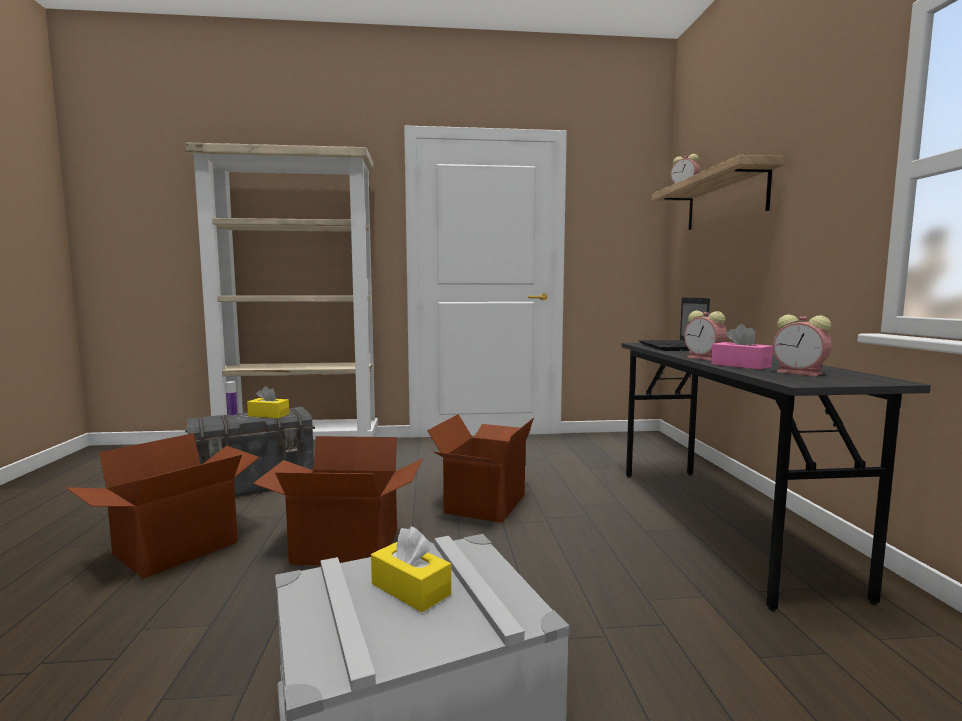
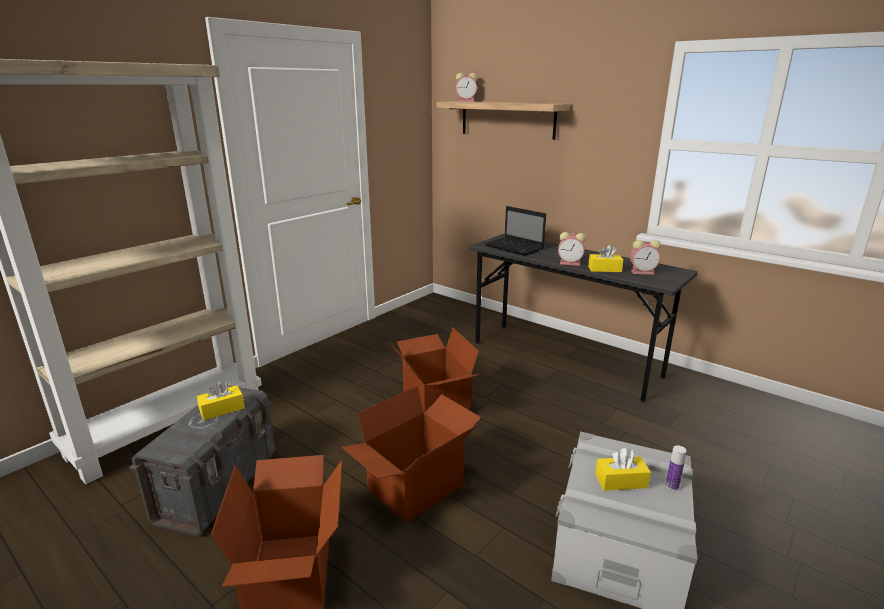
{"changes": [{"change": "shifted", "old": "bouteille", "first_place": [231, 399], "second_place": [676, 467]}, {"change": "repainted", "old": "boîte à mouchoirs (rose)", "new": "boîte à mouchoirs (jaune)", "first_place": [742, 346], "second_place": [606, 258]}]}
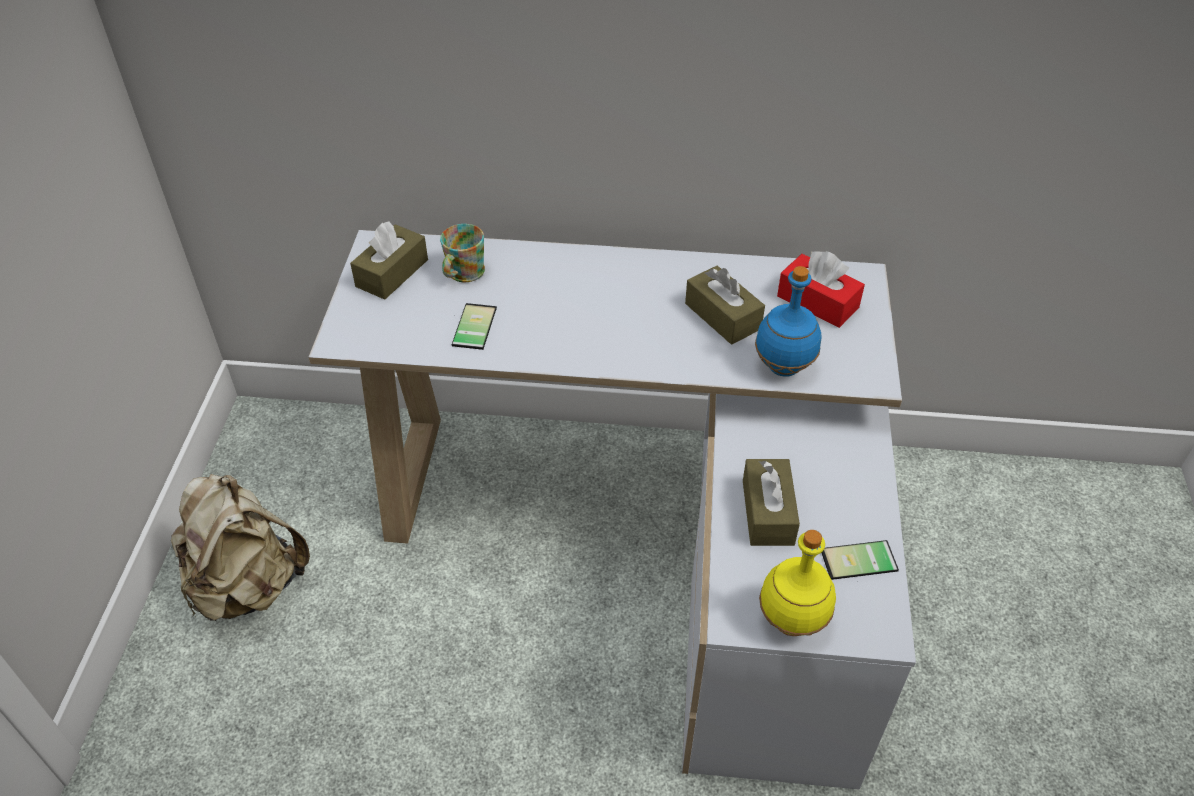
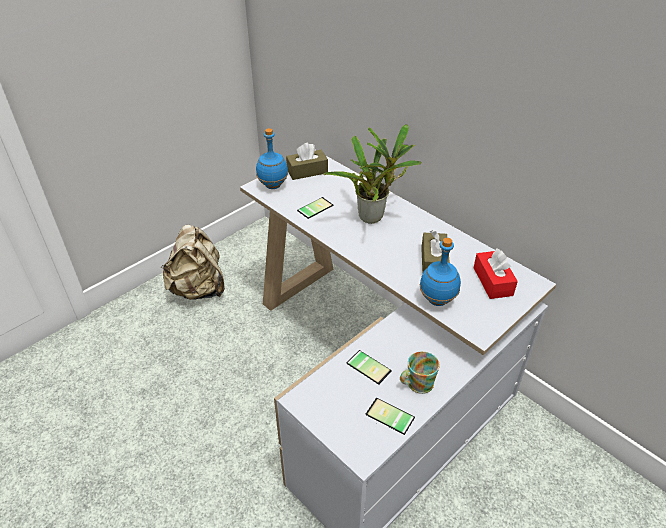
{"changes": [{"change": "shifted", "old": "mug", "first_place": [462, 253], "second_place": [420, 372]}, {"change": "swapped", "old": "boîte à mouchoirs (marron)", "new": "téléphone", "first_place": [771, 502], "second_place": [369, 367]}, {"change": "gone", "old": "bouteille (jaune)", "first_place": [797, 583]}, {"change": "new", "new": "bouteille (bleu)", "second_place": [272, 158]}, {"change": "new", "new": "plante en pot", "second_place": [372, 174]}]}
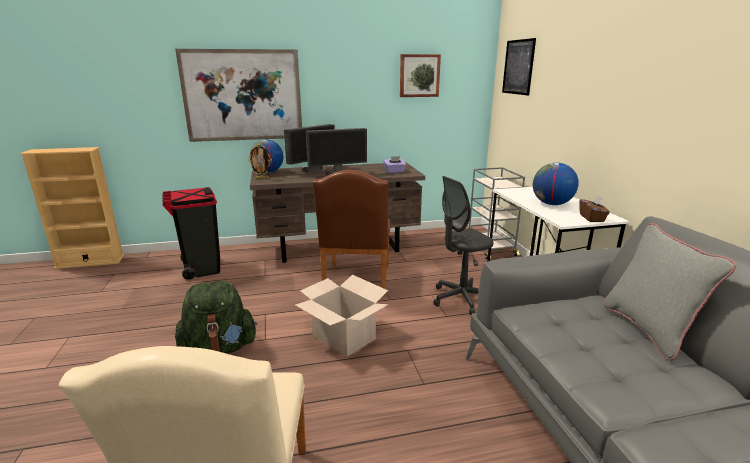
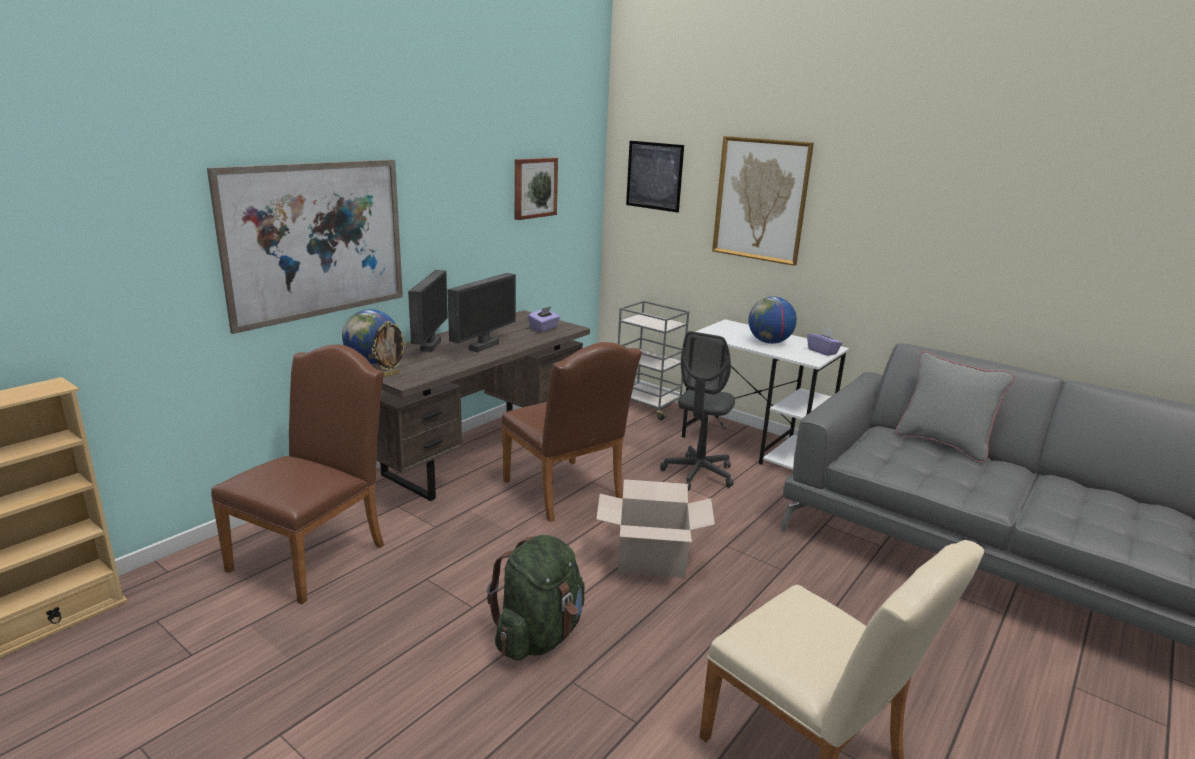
{"changes": [{"change": "swapped", "old": "poubelle (noir)", "new": "chaise (marron)", "first_place": [191, 233], "second_place": [297, 474]}, {"change": "repainted", "old": "boîte à mouchoirs (marron)", "new": "boîte à mouchoirs (violet)", "first_place": [594, 208], "second_place": [825, 341]}, {"change": "new", "new": "tableau", "second_place": [763, 201]}]}
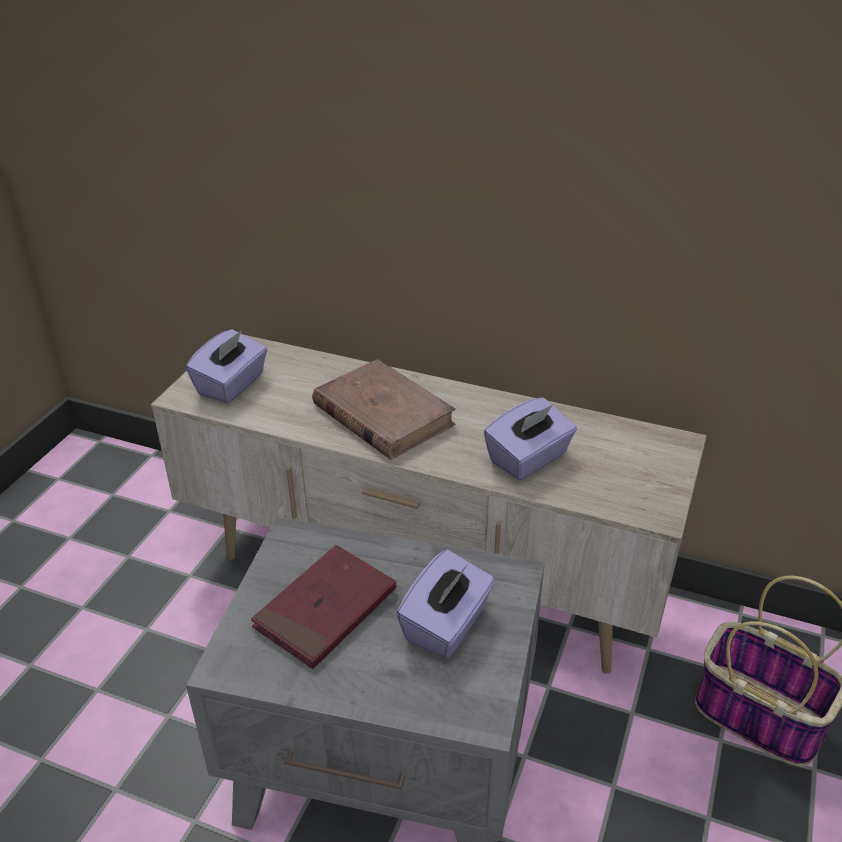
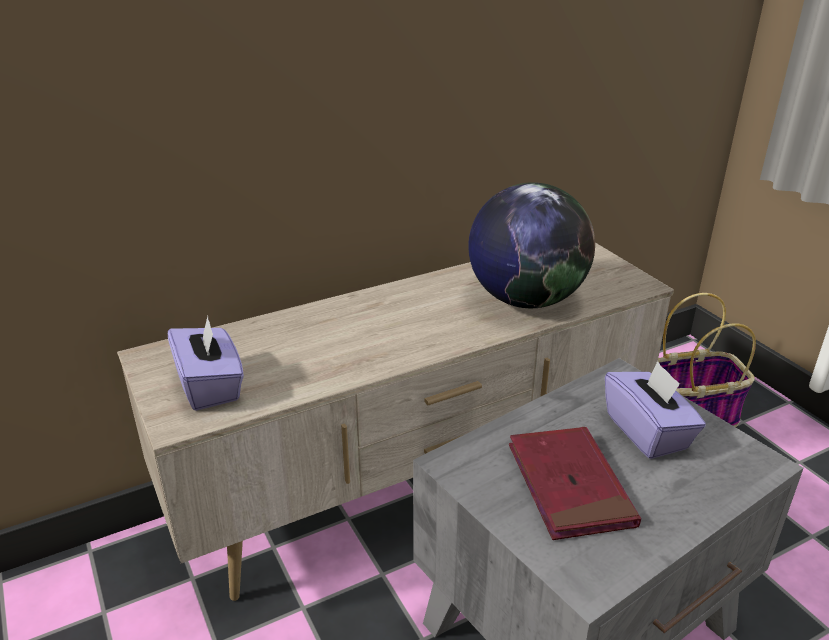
{"changes": [{"change": "gone", "old": "livre (marron)", "first_place": [384, 409]}, {"change": "swapped", "old": "boîte à mouchoirs (violet)", "new": "globe", "first_place": [530, 438], "second_place": [531, 245]}]}
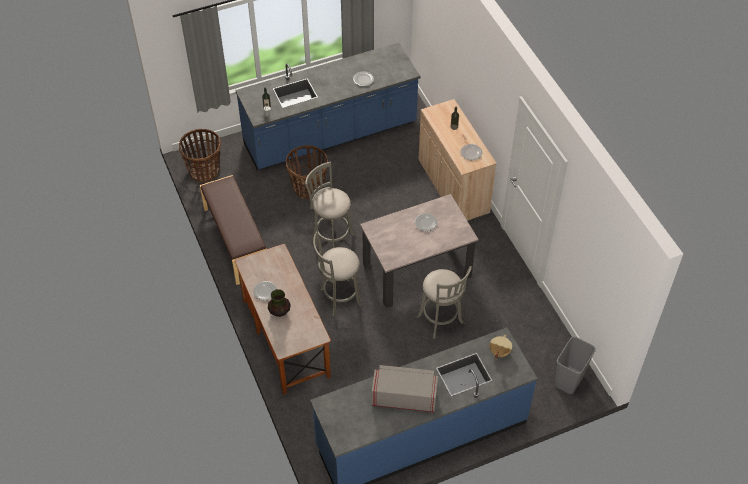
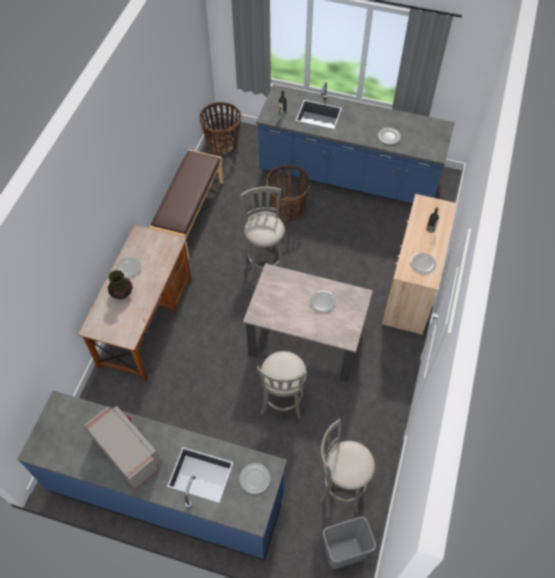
{"changes": [{"change": "shifted", "old": "tabouret (gris)", "first_place": [337, 274], "second_place": [348, 466]}, {"change": "swapped", "old": "marmite (beige)", "new": "assiette", "first_place": [501, 347], "second_place": [254, 478]}]}
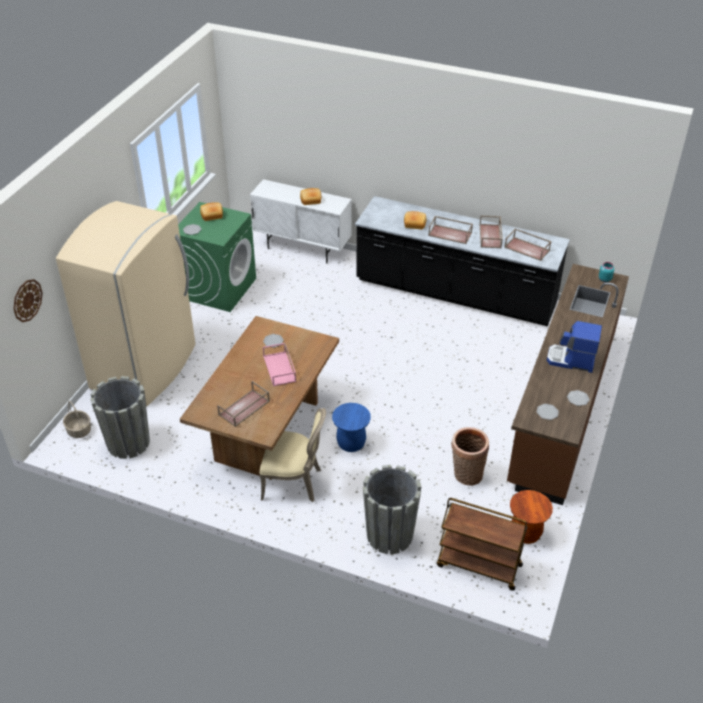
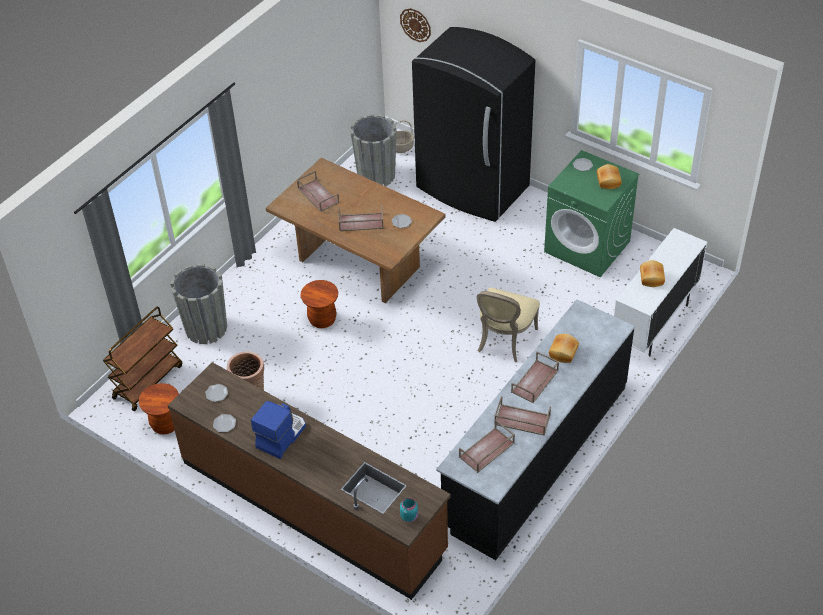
{"changes": [{"change": "repainted", "old": "réfrigérateur (beige)", "new": "réfrigérateur (noir)", "first_place": [126, 303], "second_place": [473, 124]}, {"change": "shifted", "old": "chaise (beige)", "first_place": [292, 455], "second_place": [508, 325]}, {"change": "repainted", "old": "plateau (rose)", "new": "plateau (marron)", "first_place": [279, 364], "second_place": [361, 217]}, {"change": "repainted", "old": "tabouret (bleu)", "new": "tabouret (marron)", "first_place": [351, 427], "second_place": [319, 304]}]}
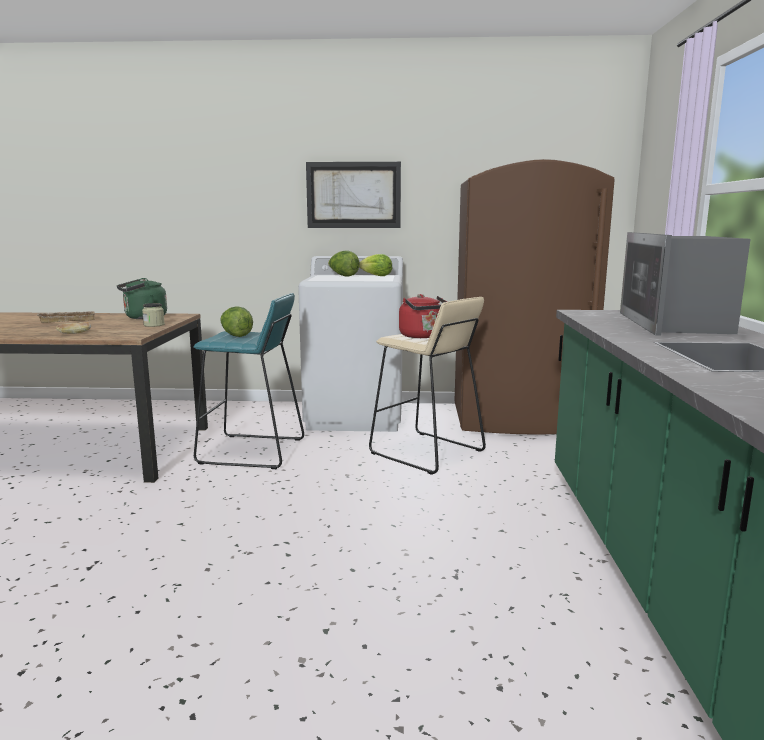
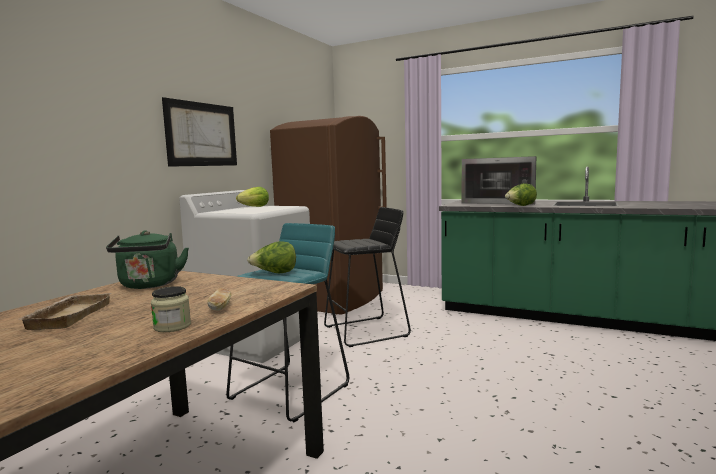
{"changes": [{"change": "shifted", "old": "bocal", "first_place": [153, 315], "second_place": [171, 309]}, {"change": "shifted", "old": "laitue", "first_place": [344, 263], "second_place": [521, 194]}, {"change": "repainted", "old": "tabouret (beige)", "new": "tabouret (noir)", "first_place": [427, 386], "second_place": [367, 277]}, {"change": "gone", "old": "bouilloire (rouge)", "first_place": [423, 316]}]}
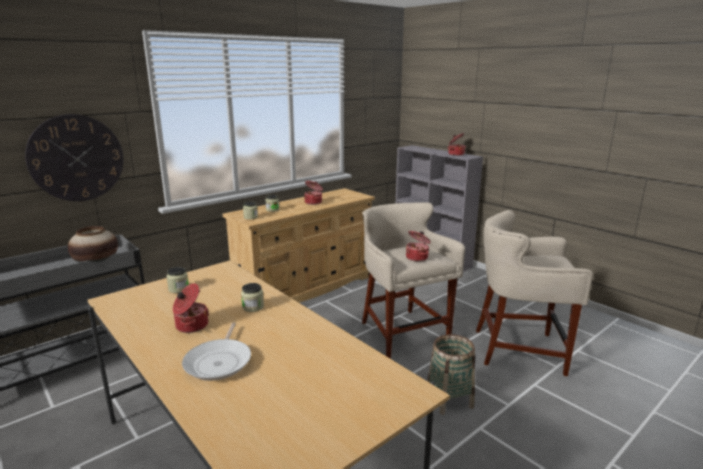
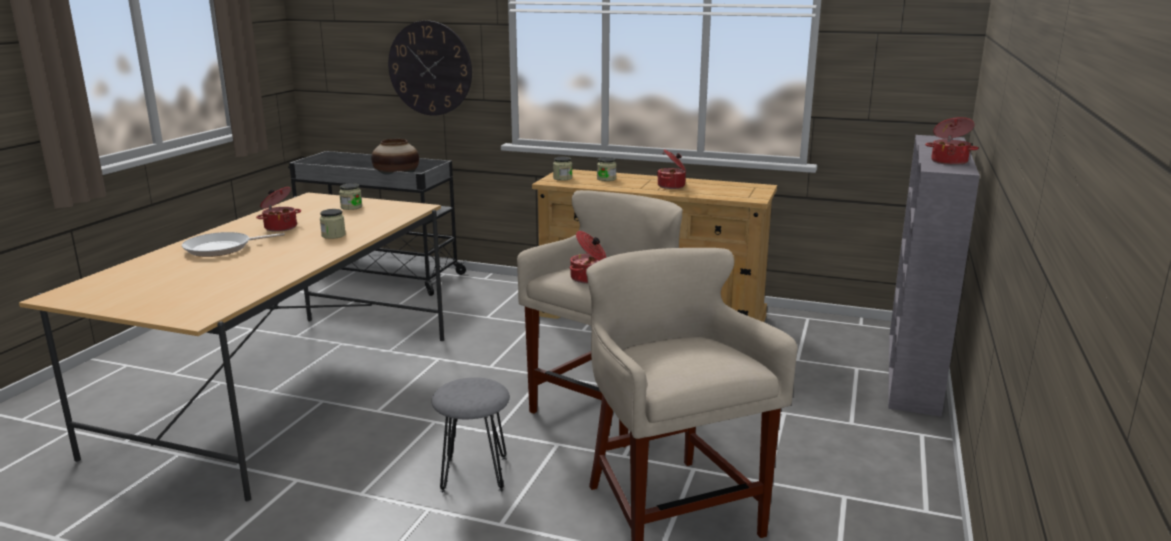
{"changes": [{"change": "swapped", "old": "panier", "new": "tabouret (gris)", "first_place": [451, 374], "second_place": [471, 435]}]}
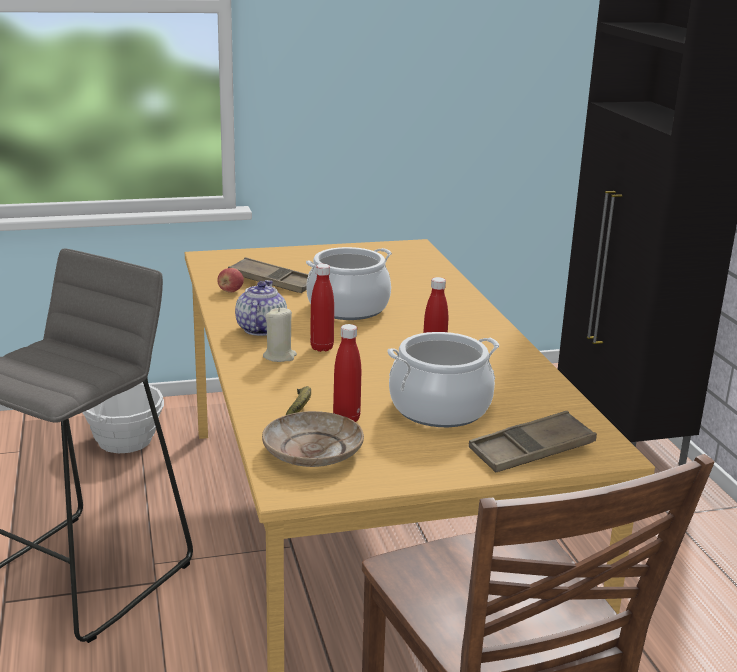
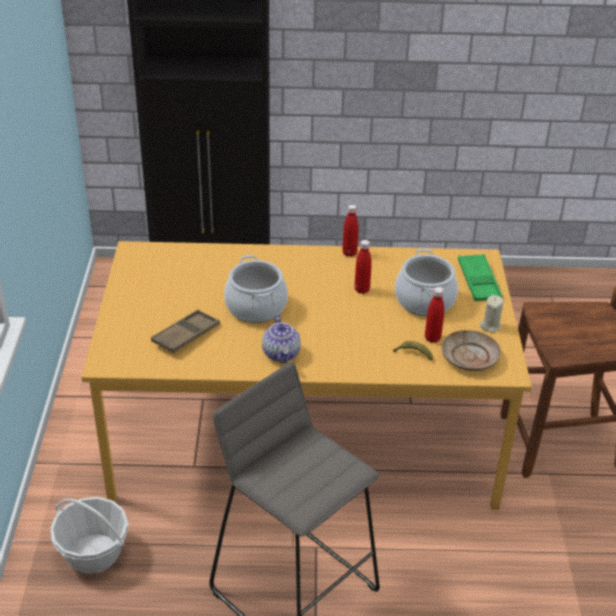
{"changes": [{"change": "gone", "old": "pomme", "first_place": [230, 280]}, {"change": "rotated", "old": "théière", "first_place": [261, 308], "second_place": [281, 339], "degrees": -120}, {"change": "shifted", "old": "bougie (beige)", "first_place": [280, 334], "second_place": [492, 314]}, {"change": "shifted", "old": "bouteille (rouge)", "first_place": [322, 308], "second_place": [350, 231]}, {"change": "repainted", "old": "plateau (marron)", "new": "plateau (vert)", "first_place": [533, 441], "second_place": [480, 277]}]}
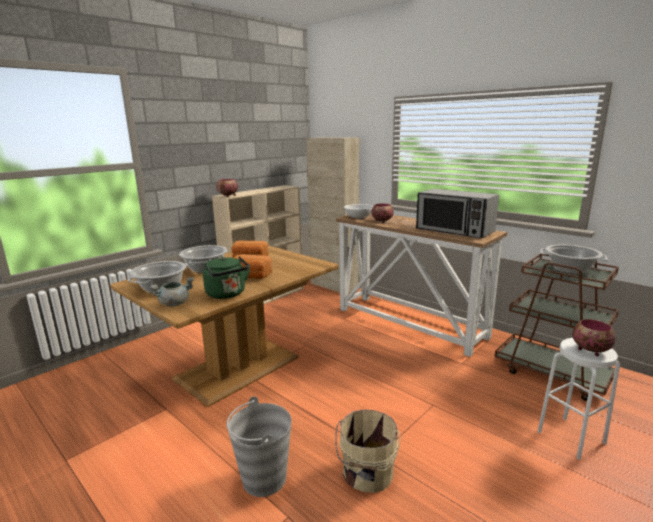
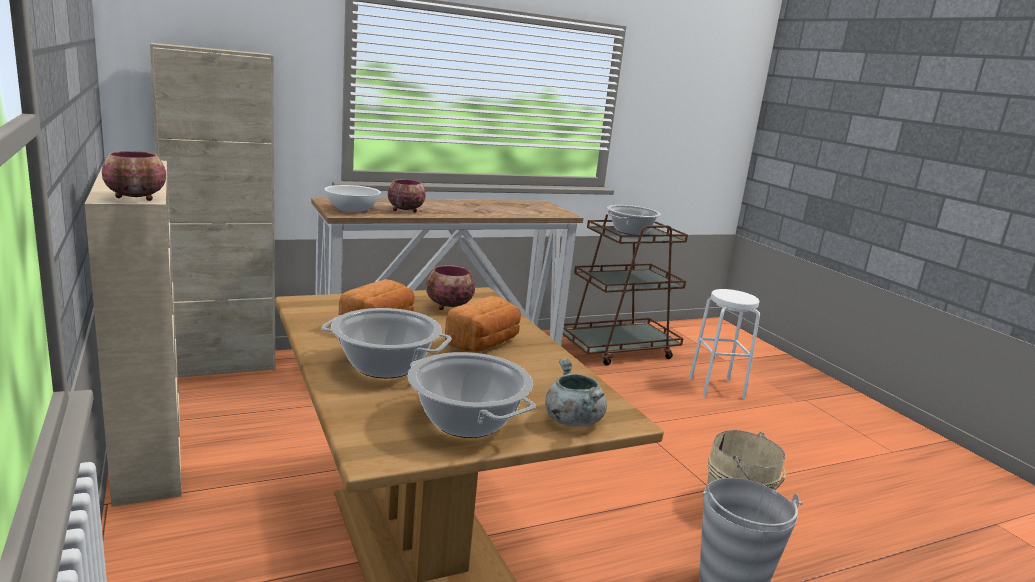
{"changes": [{"change": "gone", "old": "bouilloire (vert)", "first_place": [226, 277]}, {"change": "gone", "old": "micro-ondes", "first_place": [457, 213]}, {"change": "shifted", "old": "bol", "first_place": [594, 337], "second_place": [450, 287]}]}
